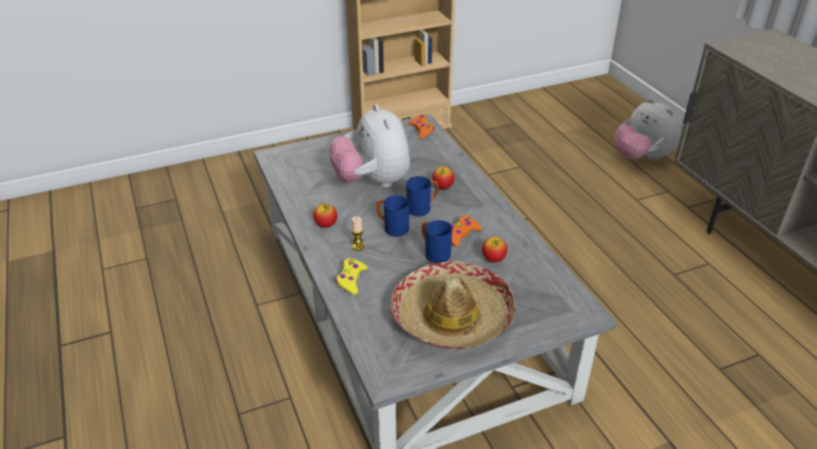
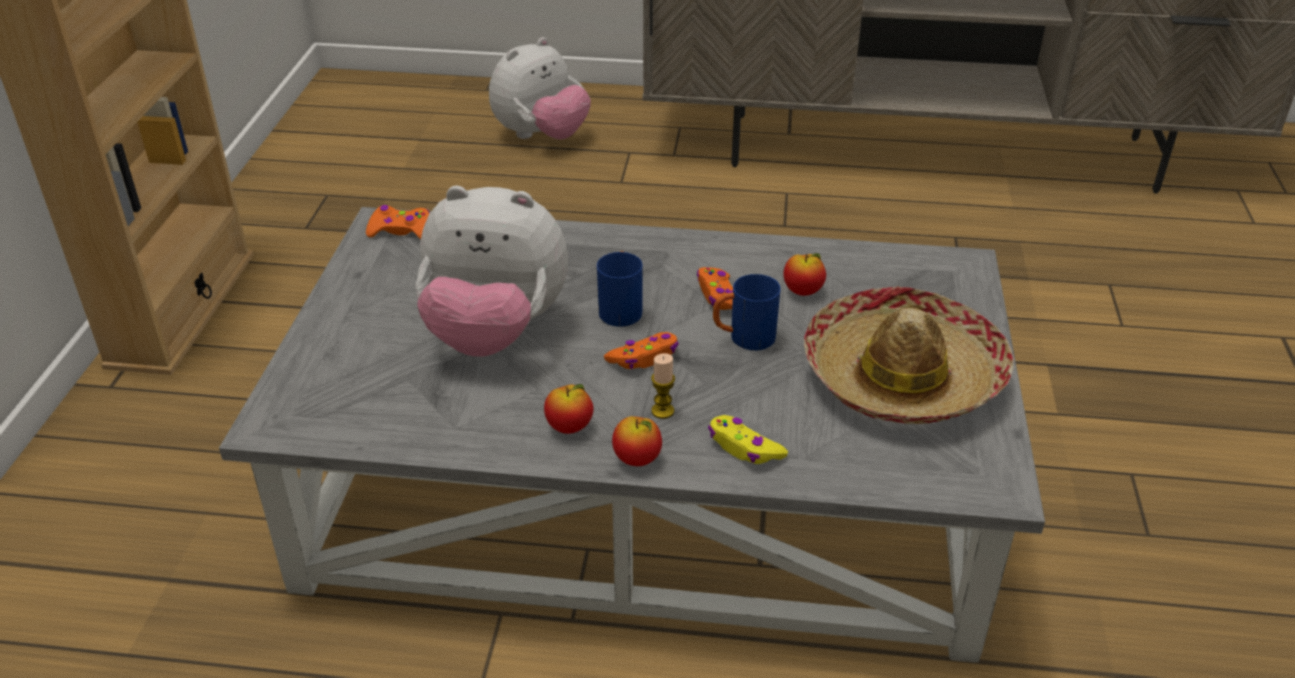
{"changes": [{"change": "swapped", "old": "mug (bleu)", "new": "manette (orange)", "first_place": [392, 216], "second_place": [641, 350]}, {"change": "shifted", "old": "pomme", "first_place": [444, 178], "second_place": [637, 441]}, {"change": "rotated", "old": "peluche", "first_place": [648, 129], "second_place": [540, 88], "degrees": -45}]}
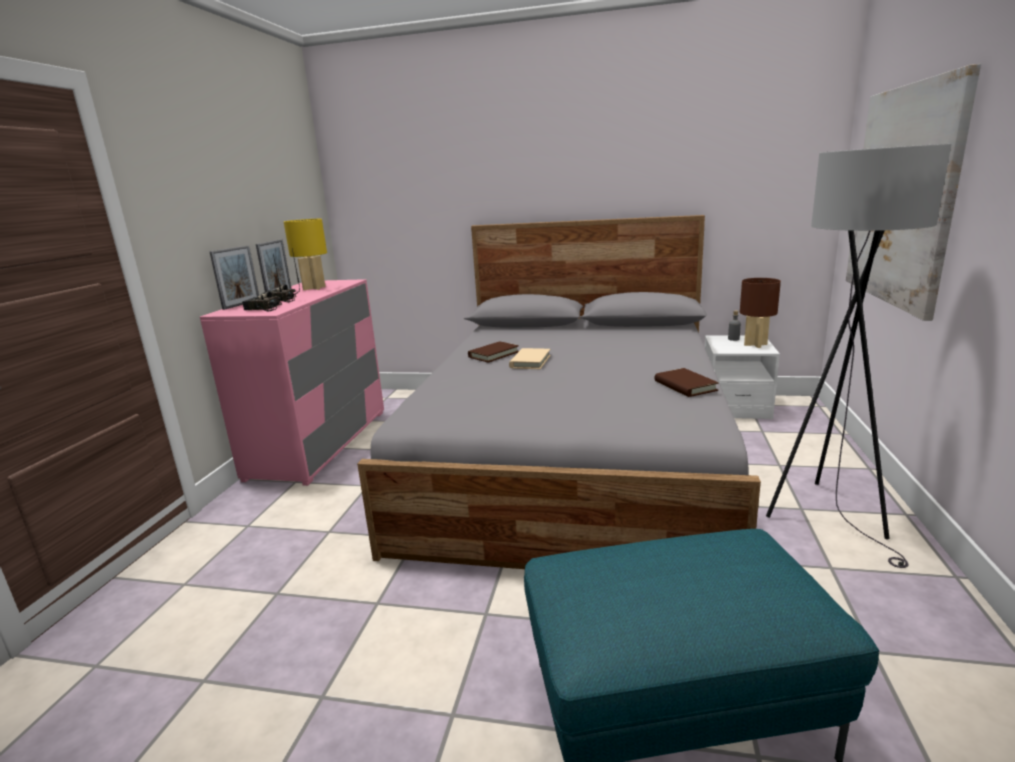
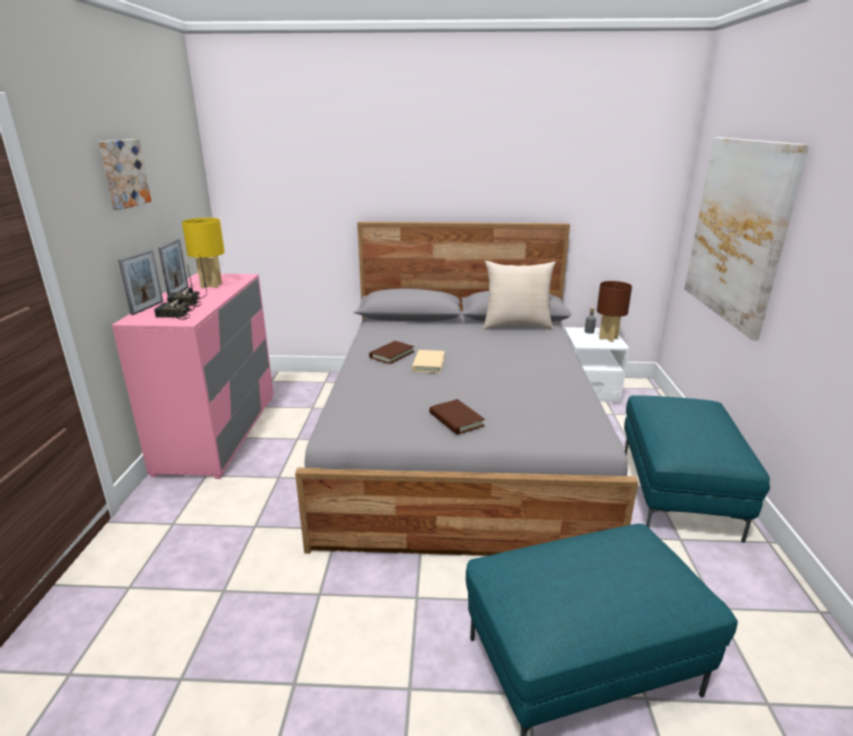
{"changes": [{"change": "shifted", "old": "livre (marron)", "first_place": [687, 382], "second_place": [457, 416]}, {"change": "swapped", "old": "lampadaire (gris)", "new": "pouf (turquoise)", "first_place": [858, 356], "second_place": [697, 469]}, {"change": "new", "new": "tableau", "second_place": [125, 174]}, {"change": "new", "new": "coussin (beige)", "second_place": [519, 295]}]}
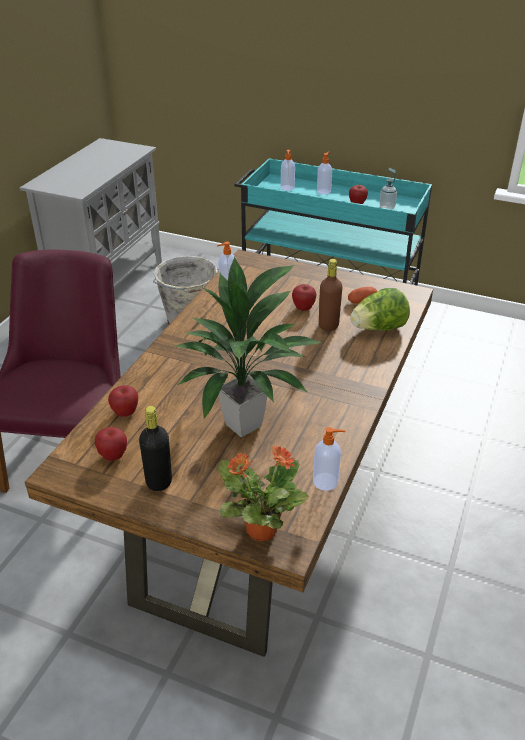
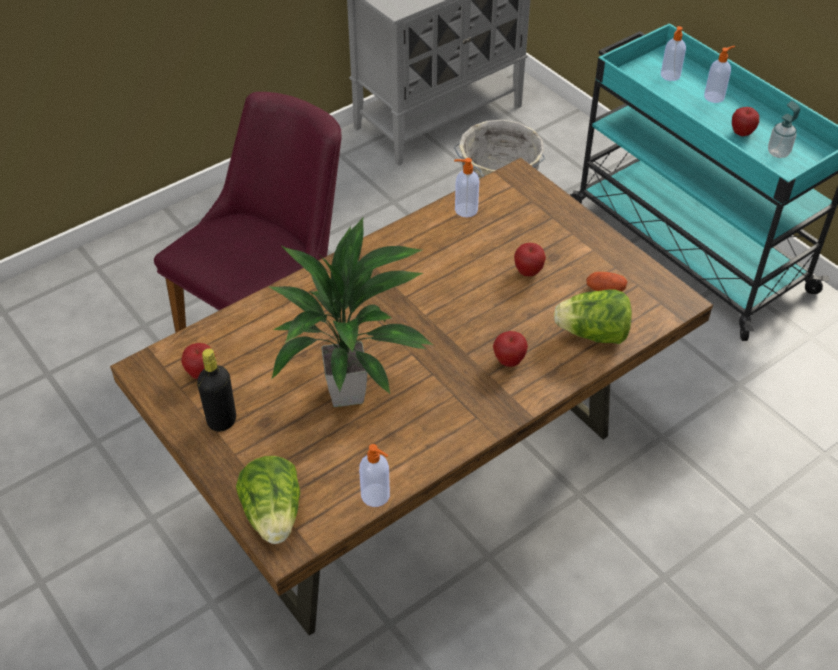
{"changes": [{"change": "shifted", "old": "pomme", "first_place": [123, 401], "second_place": [510, 349]}, {"change": "swapped", "old": "plante en pot", "new": "laitue", "first_place": [263, 493], "second_place": [268, 500]}, {"change": "gone", "old": "bouteille (marron)", "first_place": [331, 295]}]}
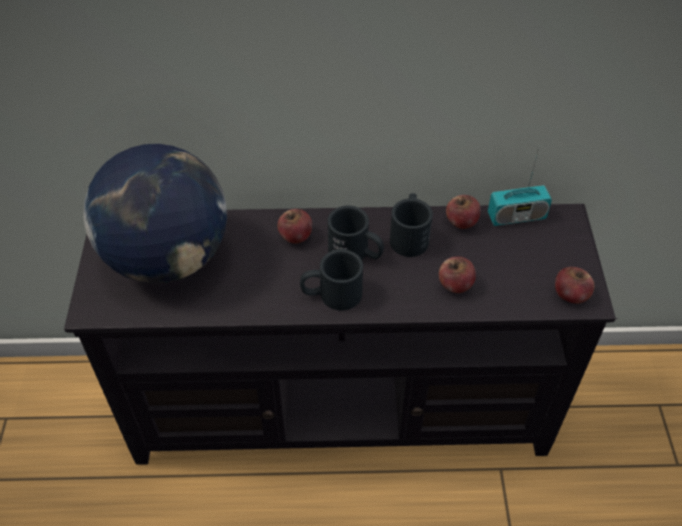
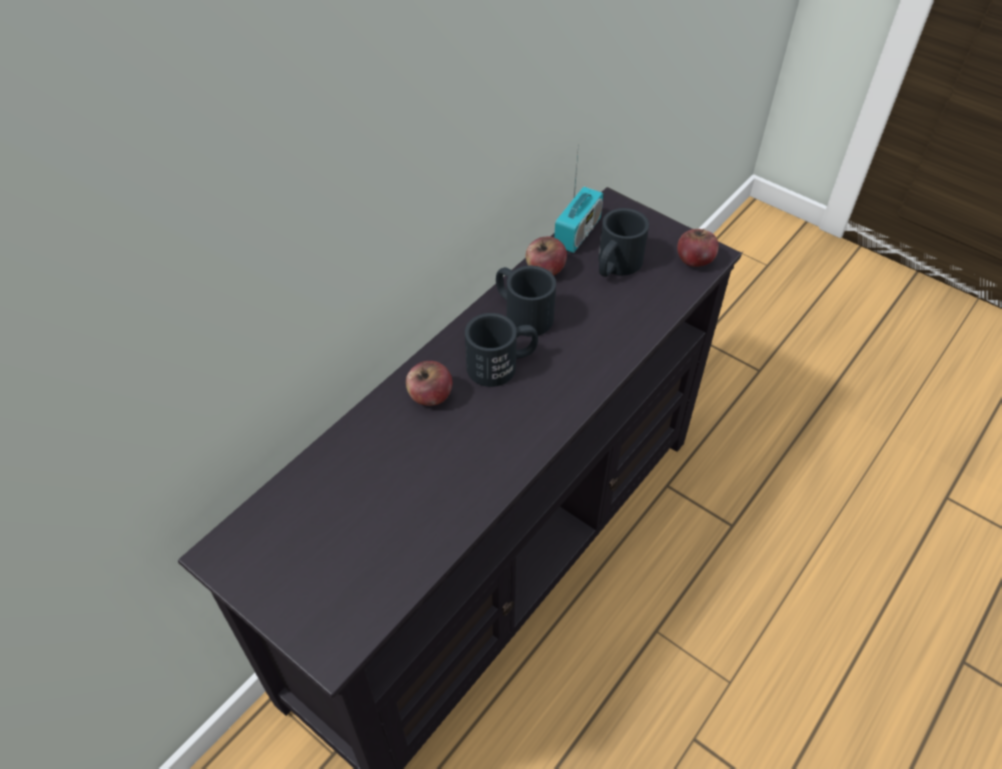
{"changes": [{"change": "gone", "old": "globe", "first_place": [155, 214]}, {"change": "shifted", "old": "mug (noir)", "first_place": [331, 280], "second_place": [623, 242]}, {"change": "gone", "old": "pomme", "first_place": [457, 274]}]}
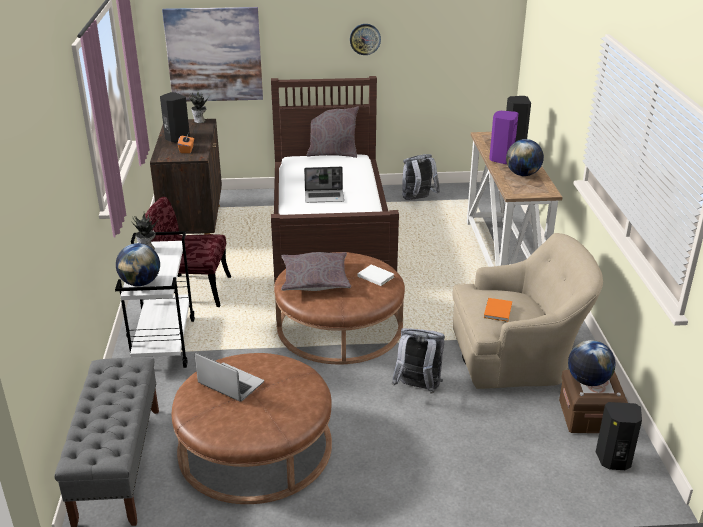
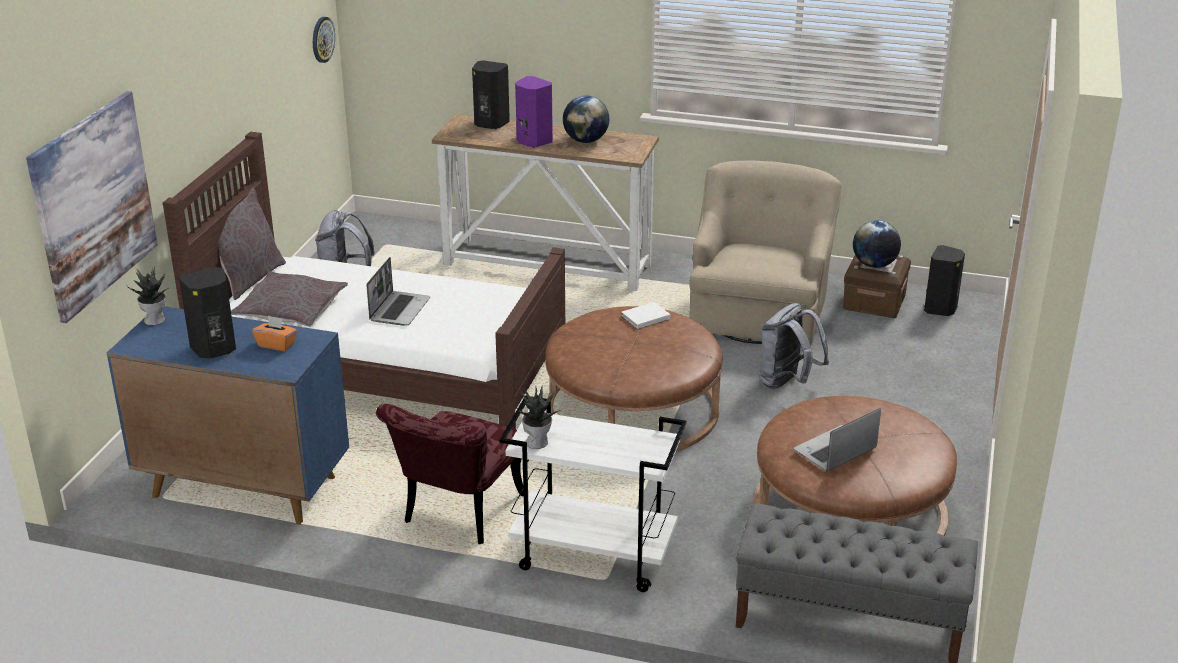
{"changes": [{"change": "gone", "old": "globe", "first_place": [138, 264]}, {"change": "repainted", "old": "meuble de rangement (marron)", "new": "meuble de rangement (bleu)", "first_place": [186, 177], "second_place": [228, 415]}, {"change": "shifted", "old": "coussin (gris)", "first_place": [316, 271], "second_place": [289, 299]}, {"change": "shifted", "old": "horloge murale", "first_place": [365, 39], "second_place": [324, 40]}, {"change": "gone", "old": "livre (orange)", "first_place": [498, 310]}]}
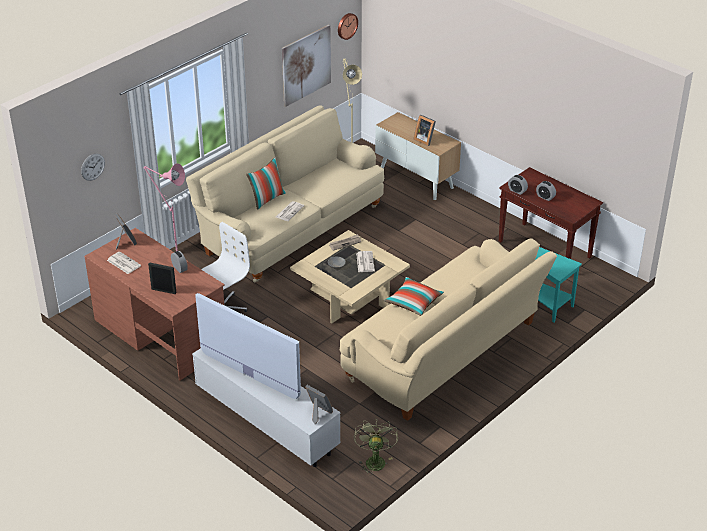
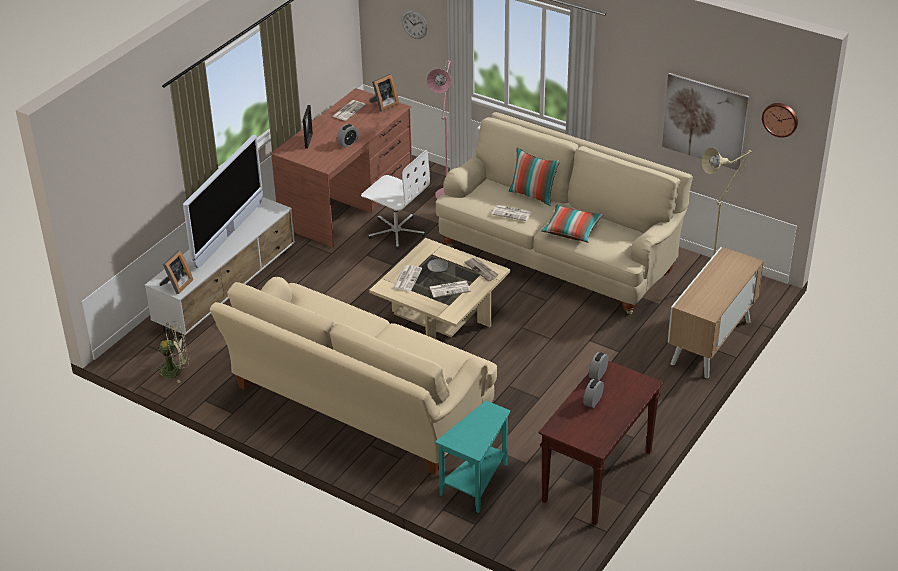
{"changes": [{"change": "shifted", "old": "coussin", "first_place": [414, 296], "second_place": [572, 223]}, {"change": "gone", "old": "cadre photo", "first_place": [425, 130]}, {"change": "new", "new": "journal", "second_place": [407, 278]}]}
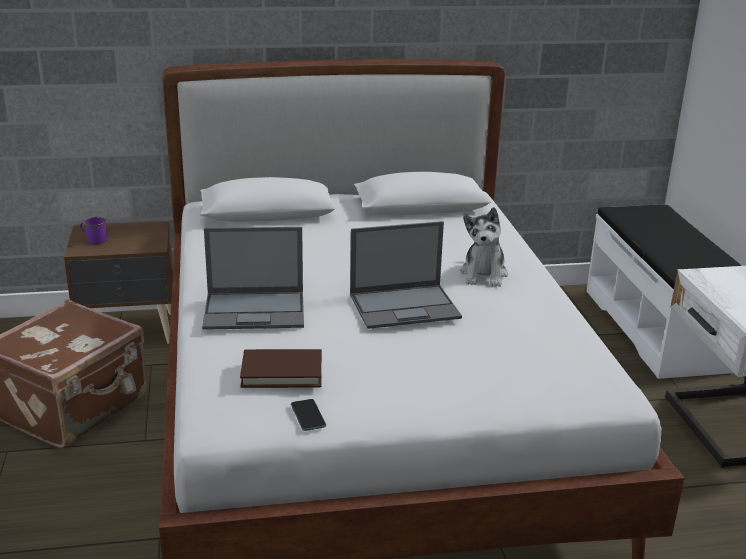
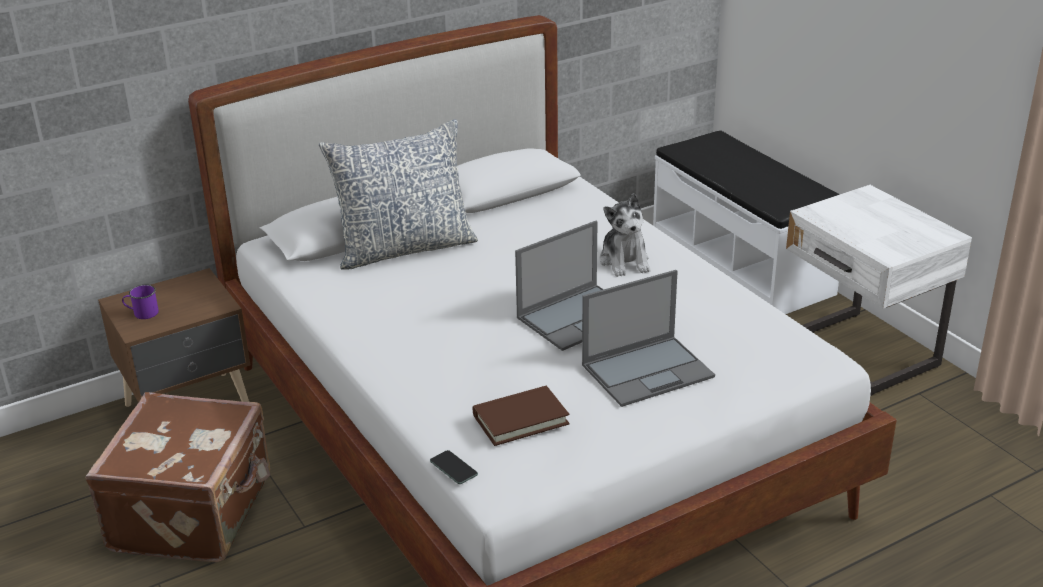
{"changes": [{"change": "shifted", "old": "ordinateur portable", "first_place": [253, 278], "second_place": [648, 338]}, {"change": "shifted", "old": "téléphone", "first_place": [308, 415], "second_place": [454, 467]}, {"change": "new", "new": "coussin", "second_place": [398, 194]}]}
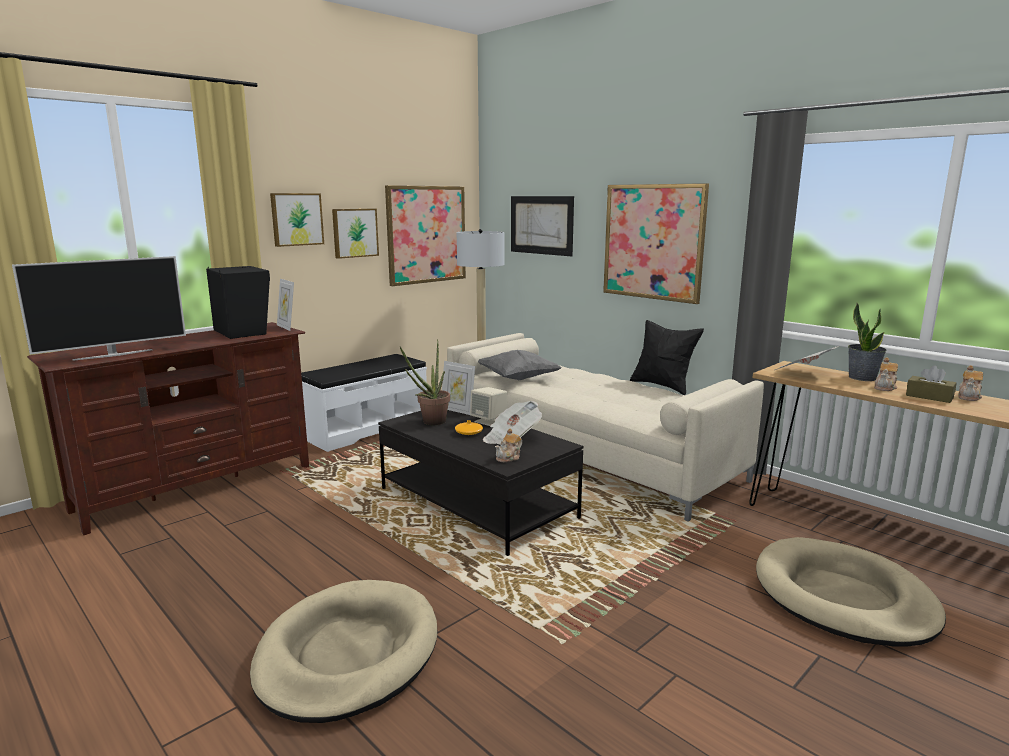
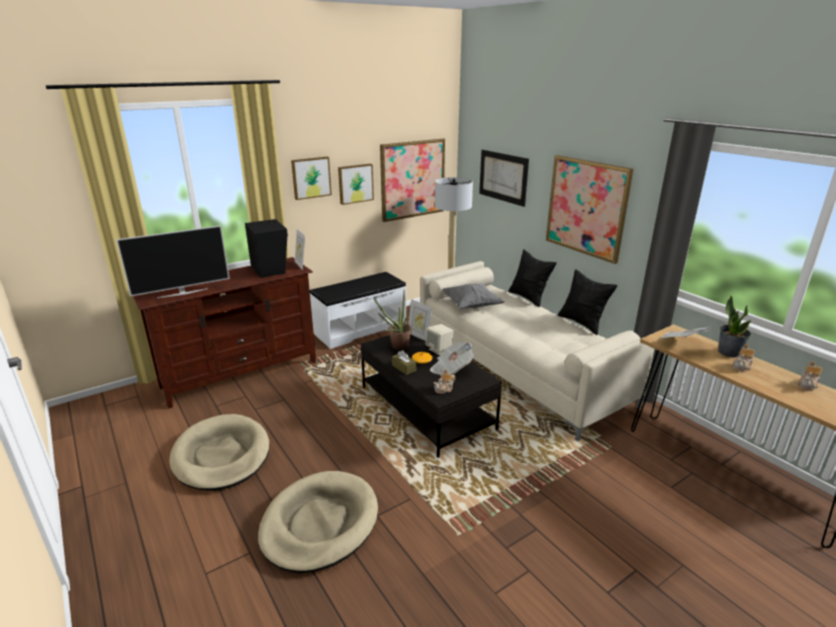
{"changes": [{"change": "shifted", "old": "panier pour chien (beige)", "first_place": [851, 592], "second_place": [219, 452]}, {"change": "shifted", "old": "boîte à mouchoirs (marron)", "first_place": [931, 384], "second_place": [404, 362]}, {"change": "new", "new": "coussin (noir)", "second_place": [532, 278]}]}
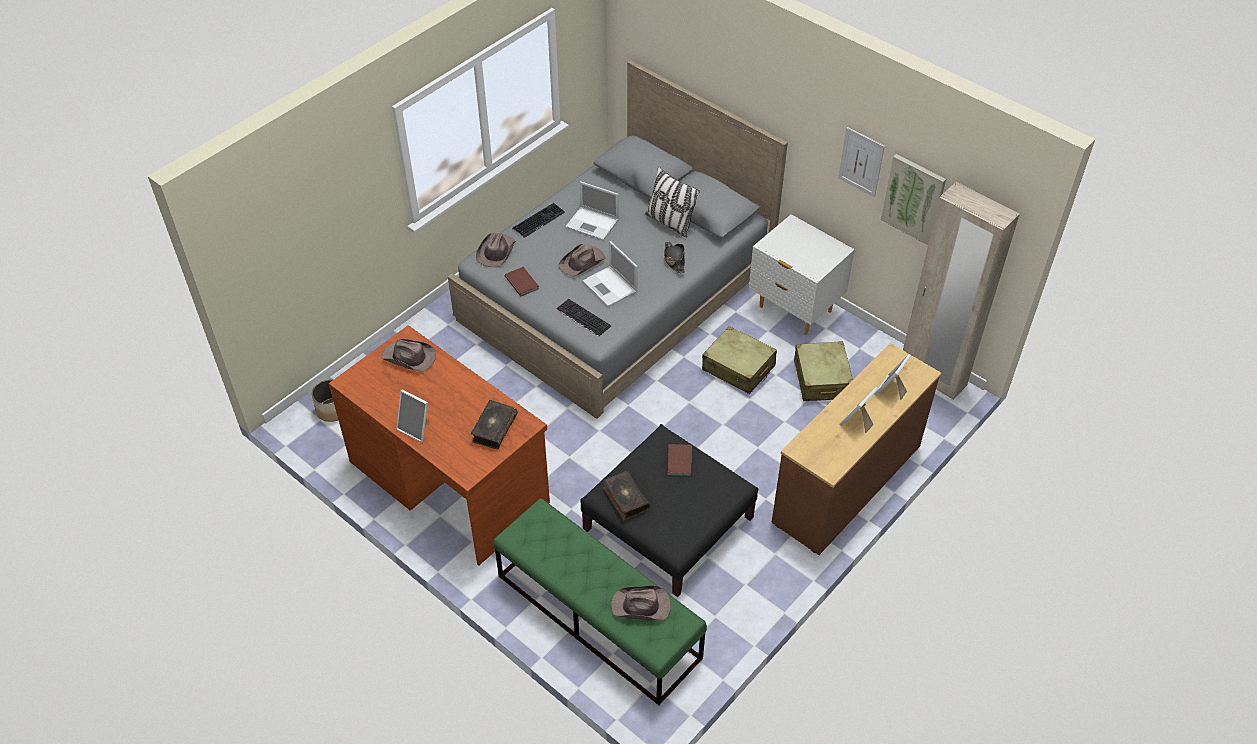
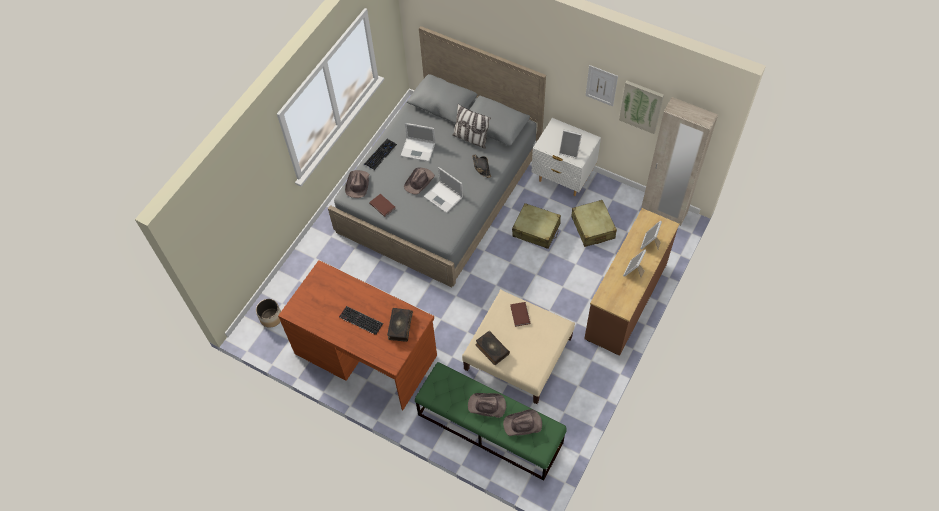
{"changes": [{"change": "shifted", "old": "chapeau (marron)", "first_place": [409, 355], "second_place": [487, 405]}, {"change": "shifted", "old": "cadre photo", "first_place": [413, 415], "second_place": [570, 144]}, {"change": "shifted", "old": "clavier", "first_place": [584, 317], "second_place": [361, 320]}, {"change": "repainted", "old": "pouf (noir)", "new": "pouf (beige)", "first_place": [669, 510], "second_place": [518, 346]}]}
